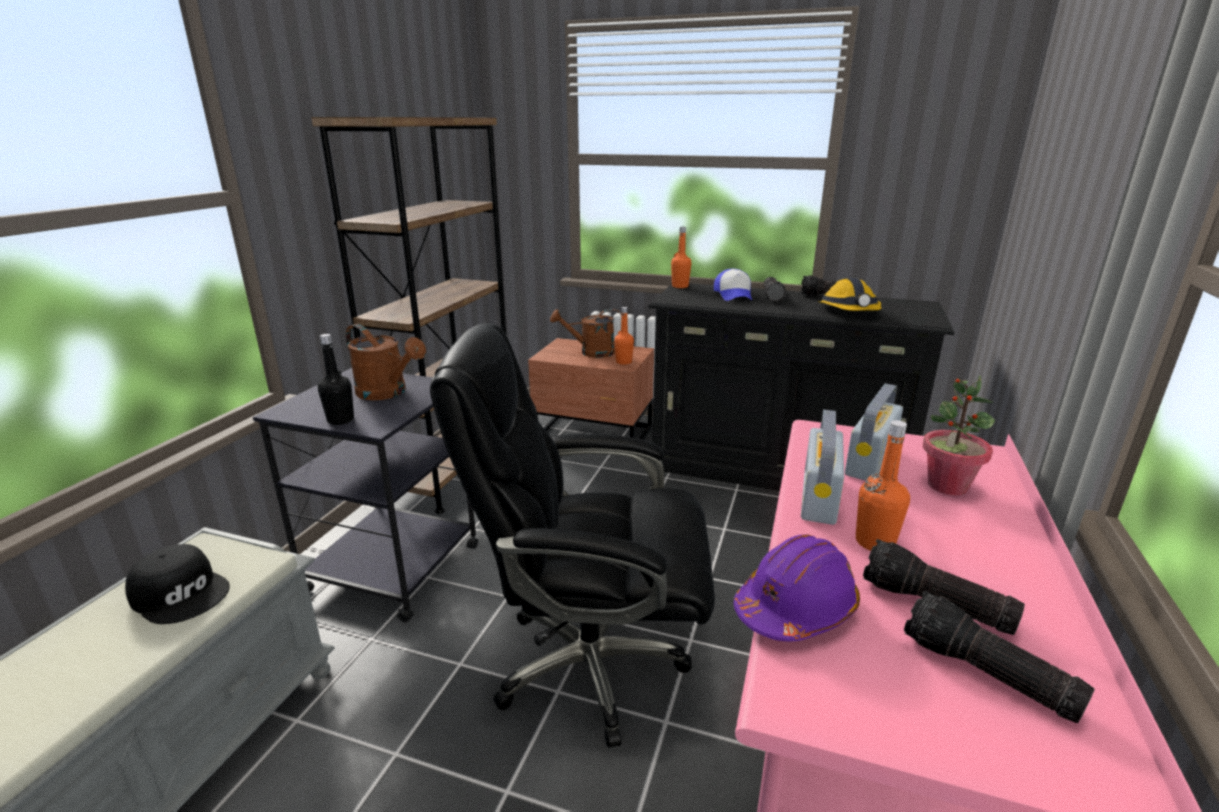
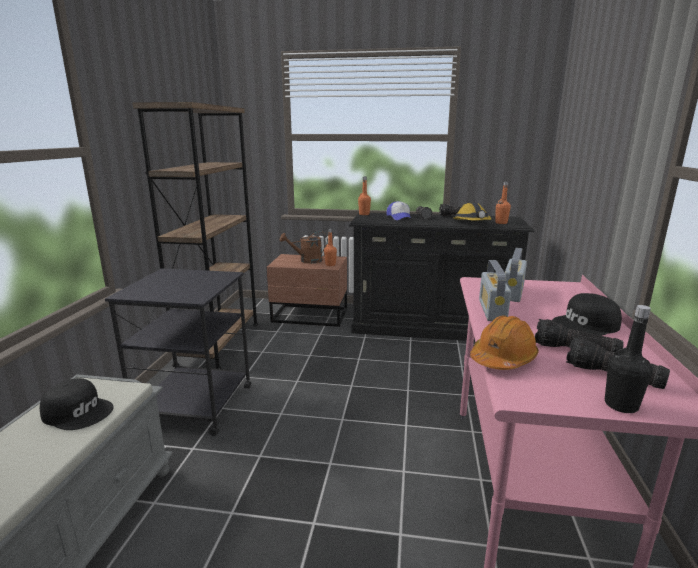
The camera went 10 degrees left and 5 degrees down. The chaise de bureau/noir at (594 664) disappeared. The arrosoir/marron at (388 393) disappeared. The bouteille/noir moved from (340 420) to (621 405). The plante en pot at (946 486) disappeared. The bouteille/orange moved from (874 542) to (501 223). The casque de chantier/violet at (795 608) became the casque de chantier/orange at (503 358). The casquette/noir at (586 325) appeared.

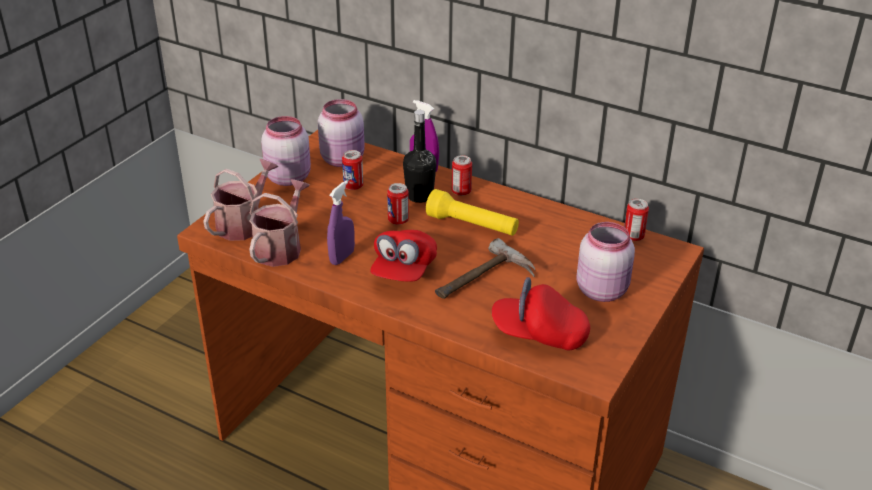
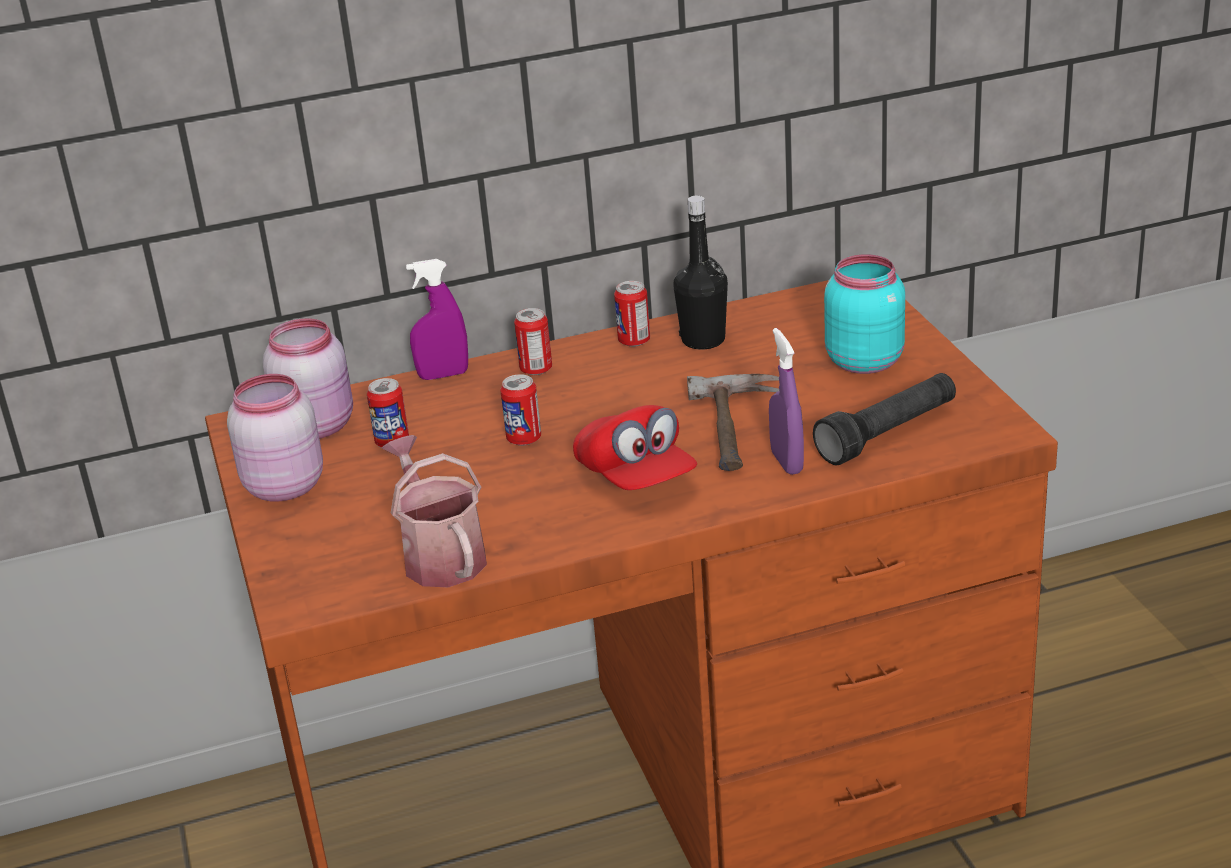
The camera went 45 degrees left and 5 degrees down. The bouteille/noir moved from (419 196) to (703 340). The arrosoir at (243 223) disappeared. The vaporisateur/violet moved from (342 257) to (786 462). The lampe de poche/jaune at (472 226) disappeared. The boîte métallique moved from (633 236) to (634 341). The bocal/rose at (602 290) became the bocal/turquoise at (863 360). The casquette/rouge at (539 334) was replaced by the lampe de poche/noir at (888 434).

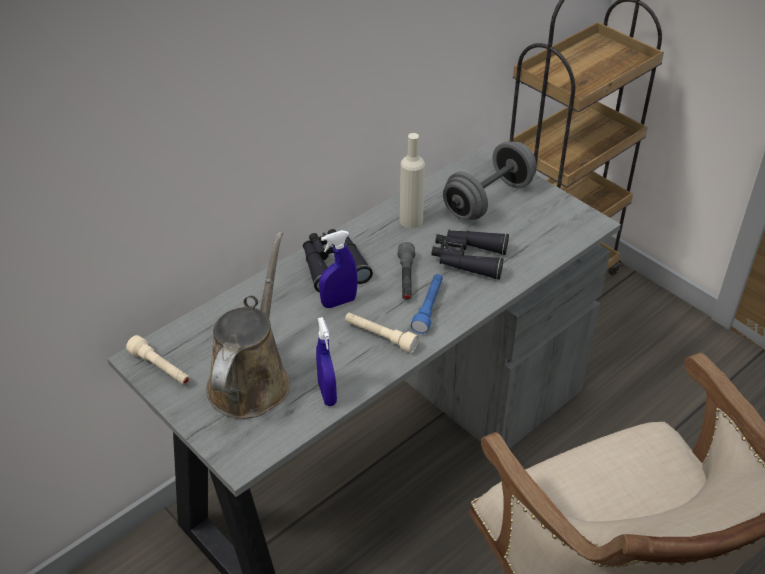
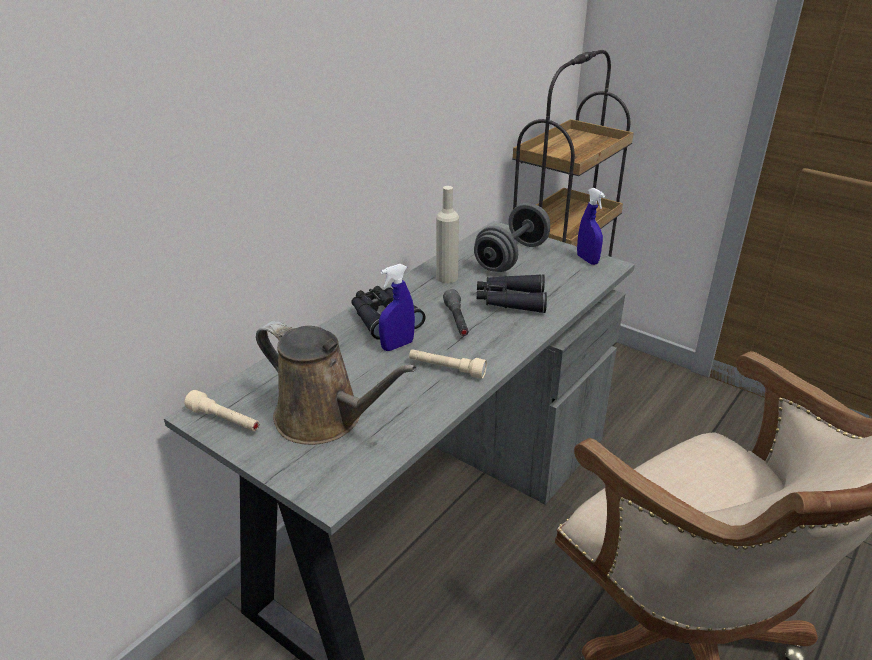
The camera went 10 degrees left and 10 degrees down. The arrosoir/marron at (251 379) turned 120 degrees clockwise. The lampe de poche/bleu at (428 308) disappeared. The vaporisateur/bleu moved from (327 393) to (587 260).

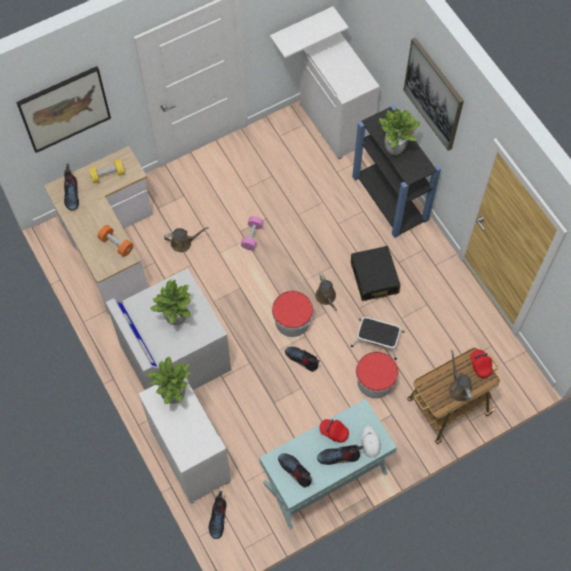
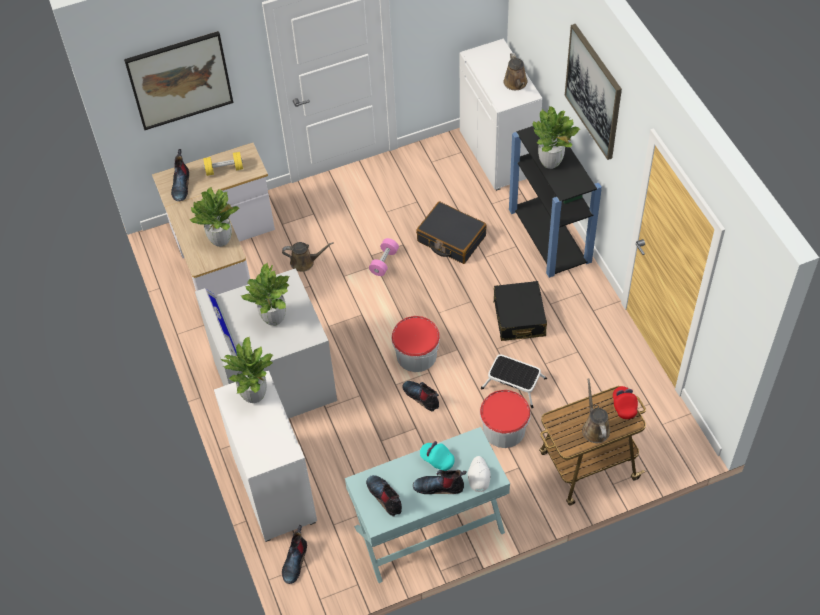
The camera went 10 degrees right and 10 degrees down. The étagère/blanc at (301 28) disappeared. The haltère/orange at (116 244) was replaced by the plante en pot at (221 240). The arrosoir/marron moved from (326 297) to (516 83). The casquette/rouge at (334 432) became the casquette/turquoise at (437 459). The valise/noir at (451 239) appeared.

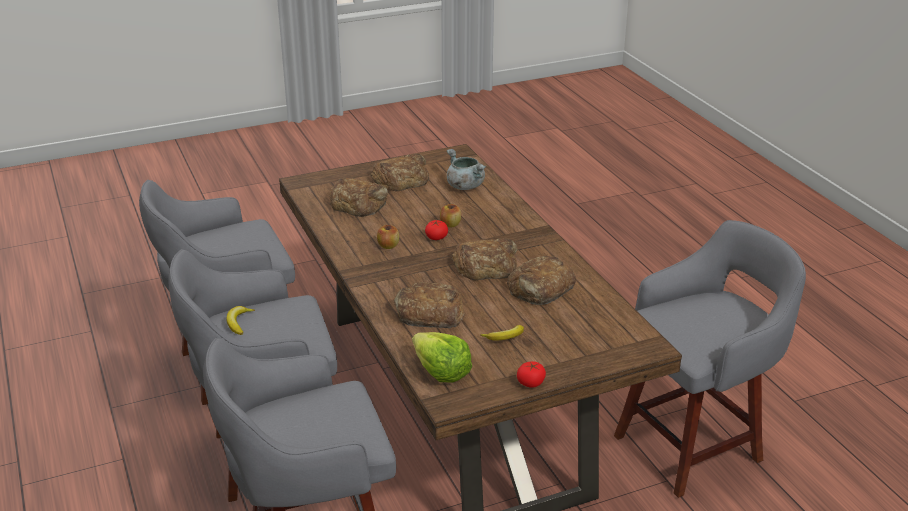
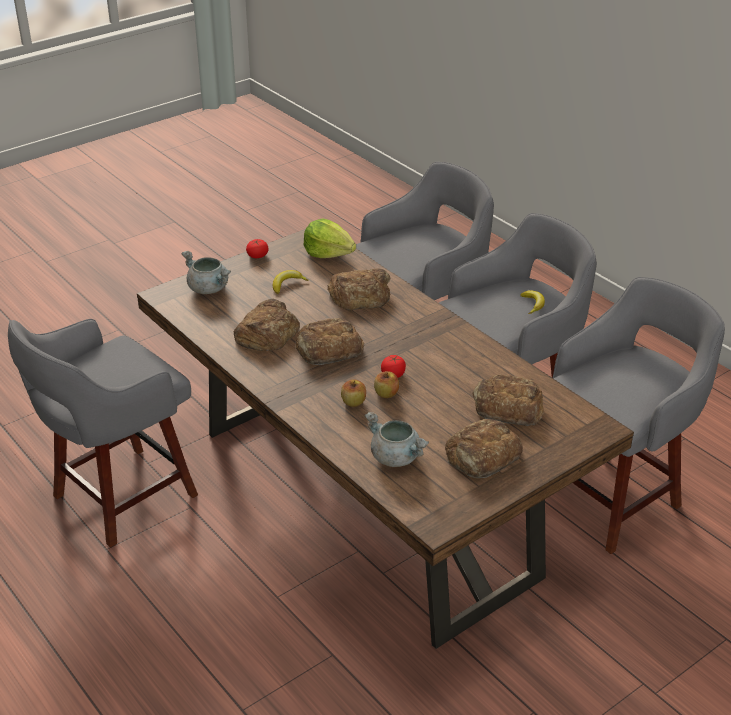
The camera went 165 degrees right and 5 degrees up. The pomme moved from (388 246) to (353 402). The marmite/gris at (209 289) appeared.

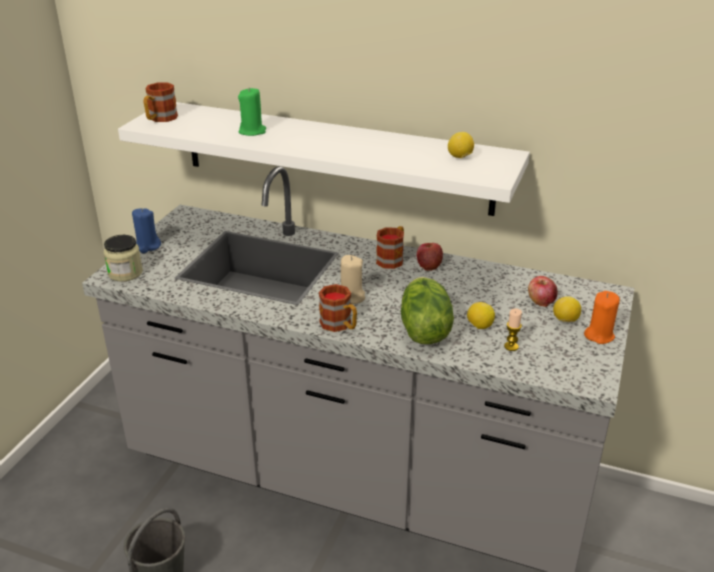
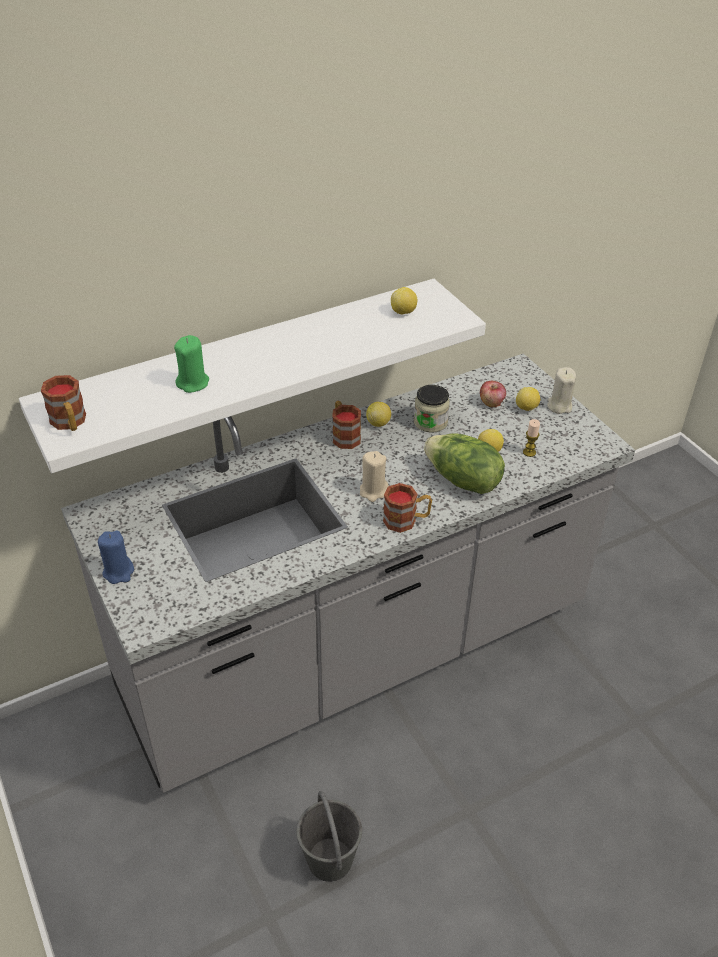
The camera went 50 degrees left and 10 degrees up. The bocal moved from (125 273) to (430 422). The pomme at (428 265) was replaced by the citron at (378 423). The bougie/orange at (599 335) became the bougie/beige at (559 406).

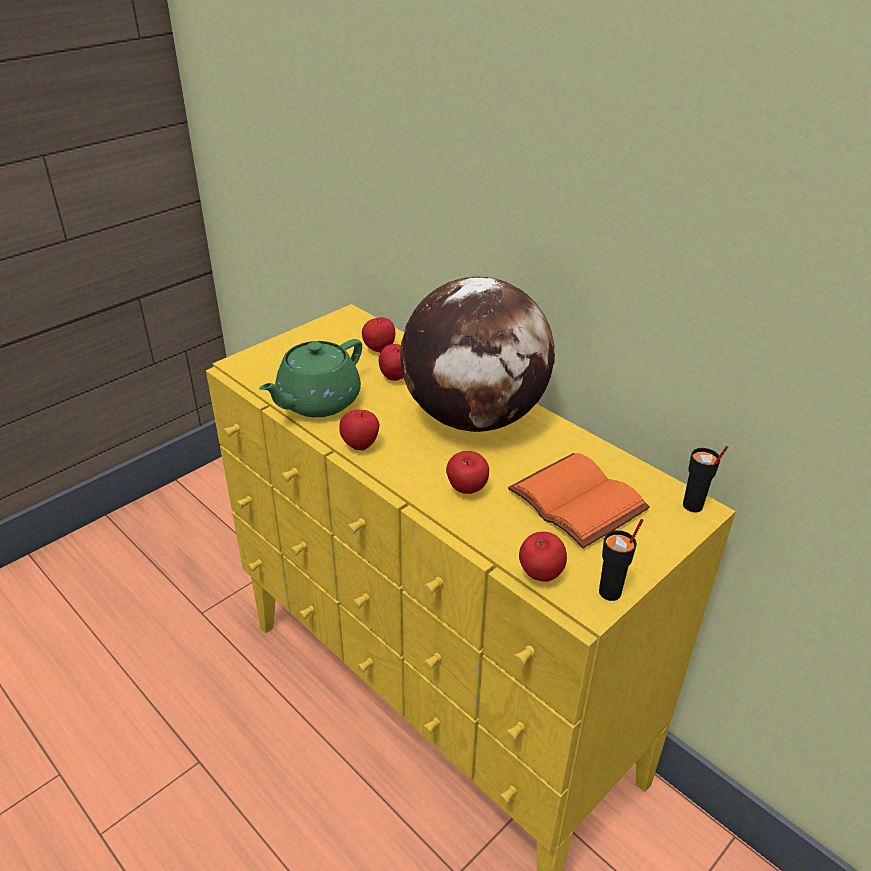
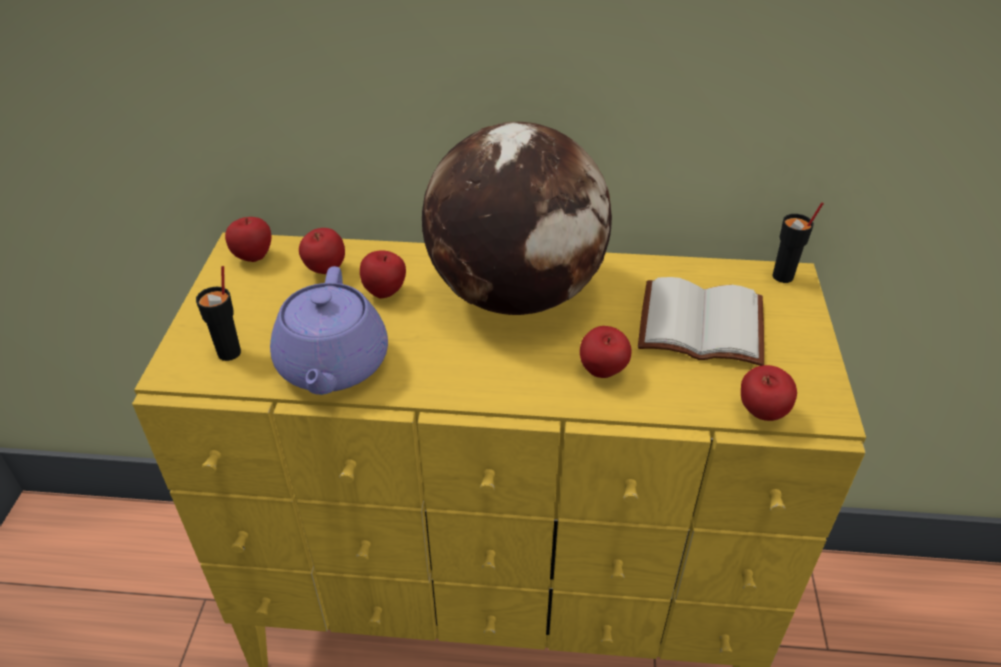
The camera went 40 degrees left and 5 degrees up. The théière/vert at (317 402) became the théière/violet at (332 366). The pomme moved from (360 446) to (253 257). The livre/orange at (573 501) became the livre/blanc at (698 327). The tasse/noir moved from (611 592) to (230 352).

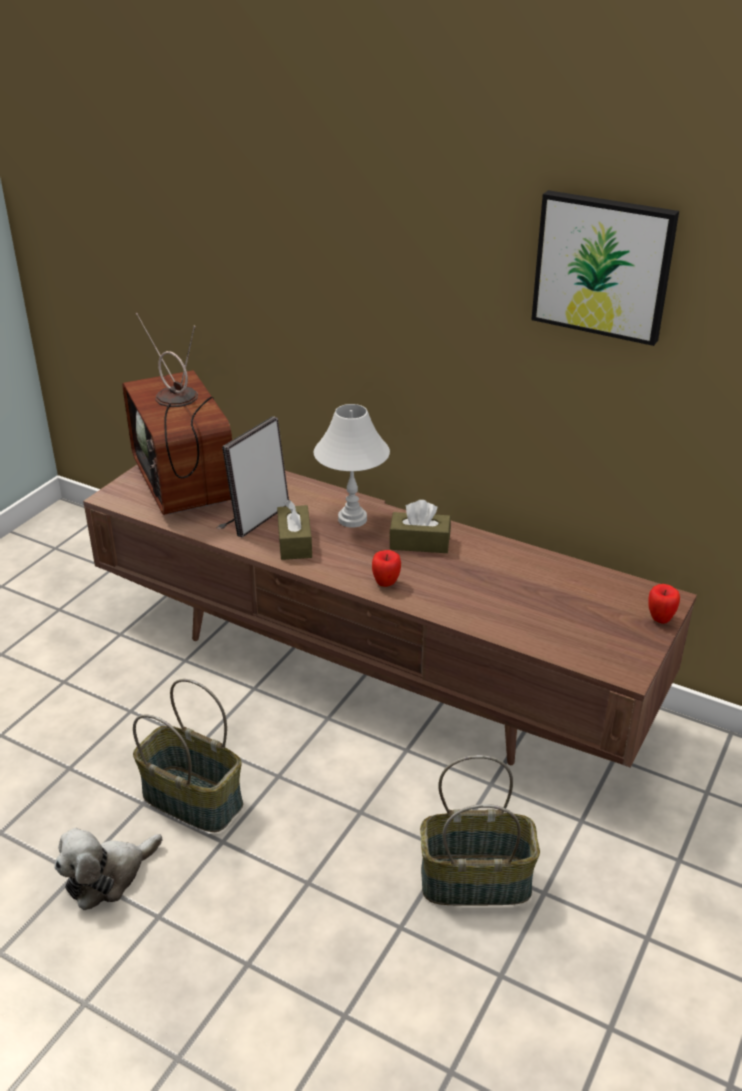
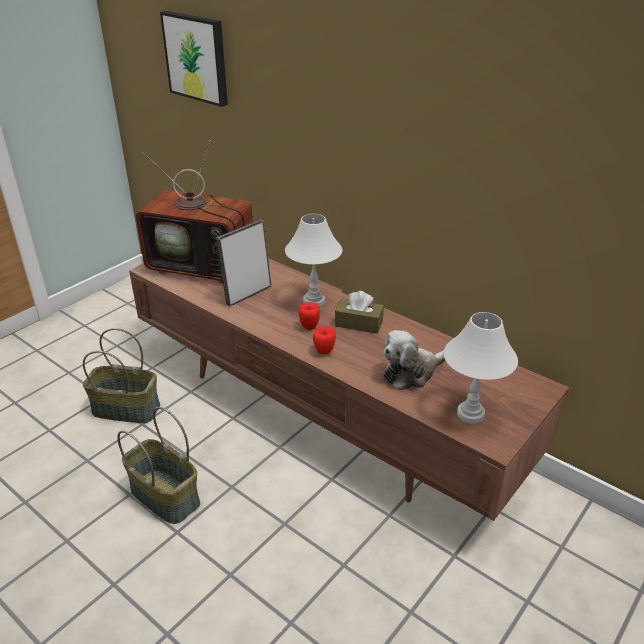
The camera went 10 degrees right and 0 degrees up. The tableau moved from (603 266) to (197 57). The téléviseur at (190 486) turned 60 degrees counterclockwise. The boîte à mouchoirs/marron at (295 542) disappeared. The pomme moved from (660 619) to (309 327). The panier moved from (476 879) to (127 408). The peluche moved from (108 876) to (412 372). The lampe de table/blanc at (471 414) appeared.

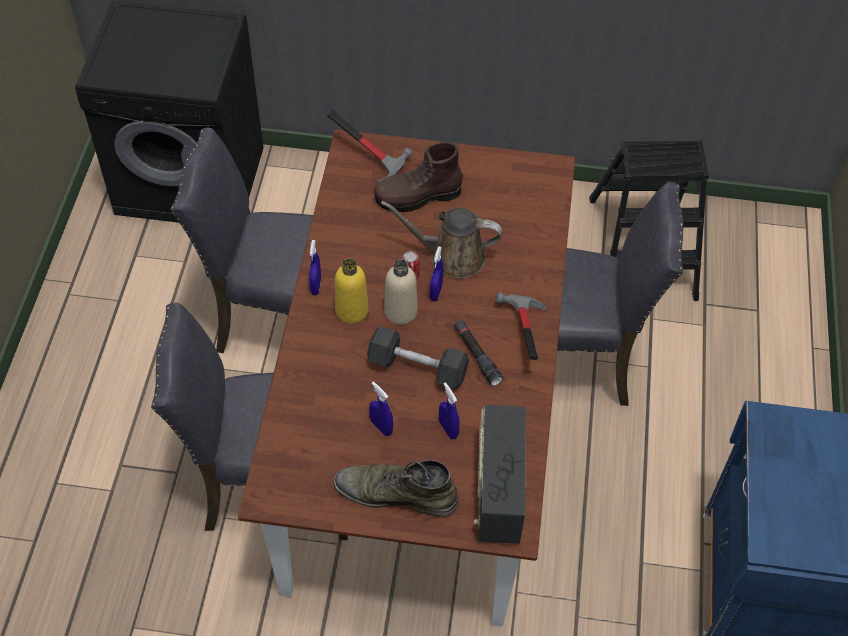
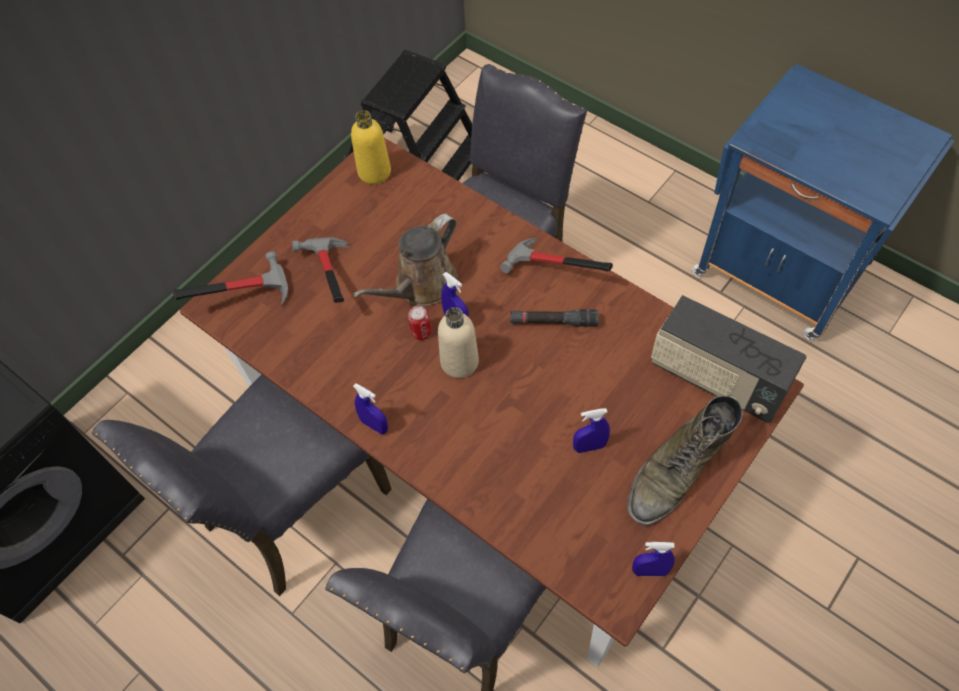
The camera went 55 degrees left and 5 degrees up. The botte/marron at (418 197) was replaced by the marteau at (327 278). The bouteille/jaune moved from (351 310) to (374 172). The haltère/gris at (417 367) disappeared. The vaporisateur/bleu moved from (448 429) to (649 571).

